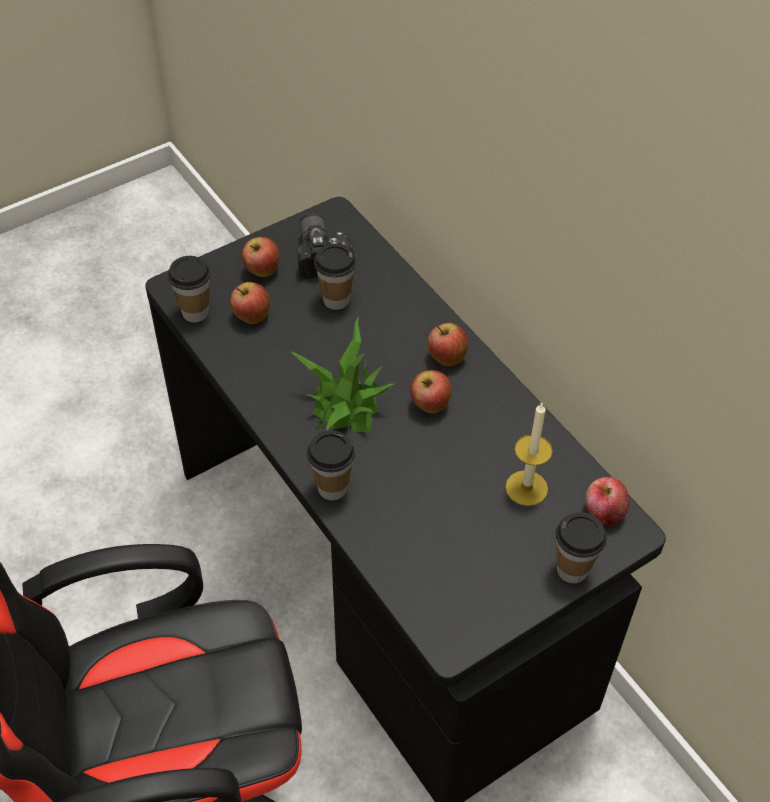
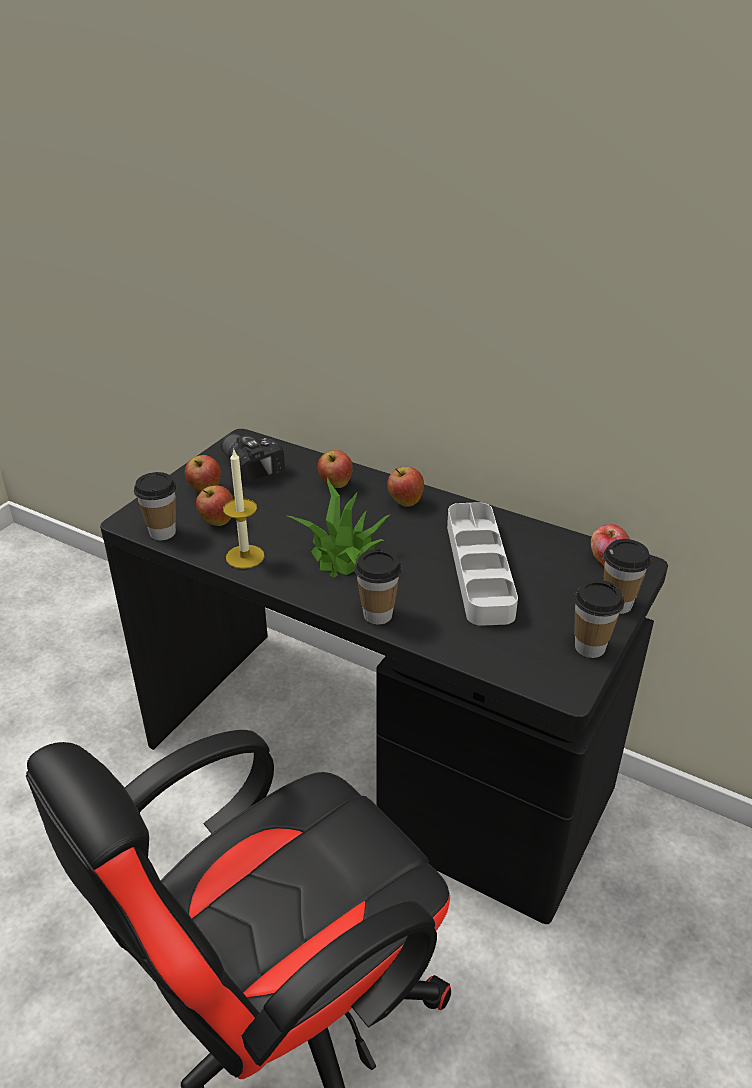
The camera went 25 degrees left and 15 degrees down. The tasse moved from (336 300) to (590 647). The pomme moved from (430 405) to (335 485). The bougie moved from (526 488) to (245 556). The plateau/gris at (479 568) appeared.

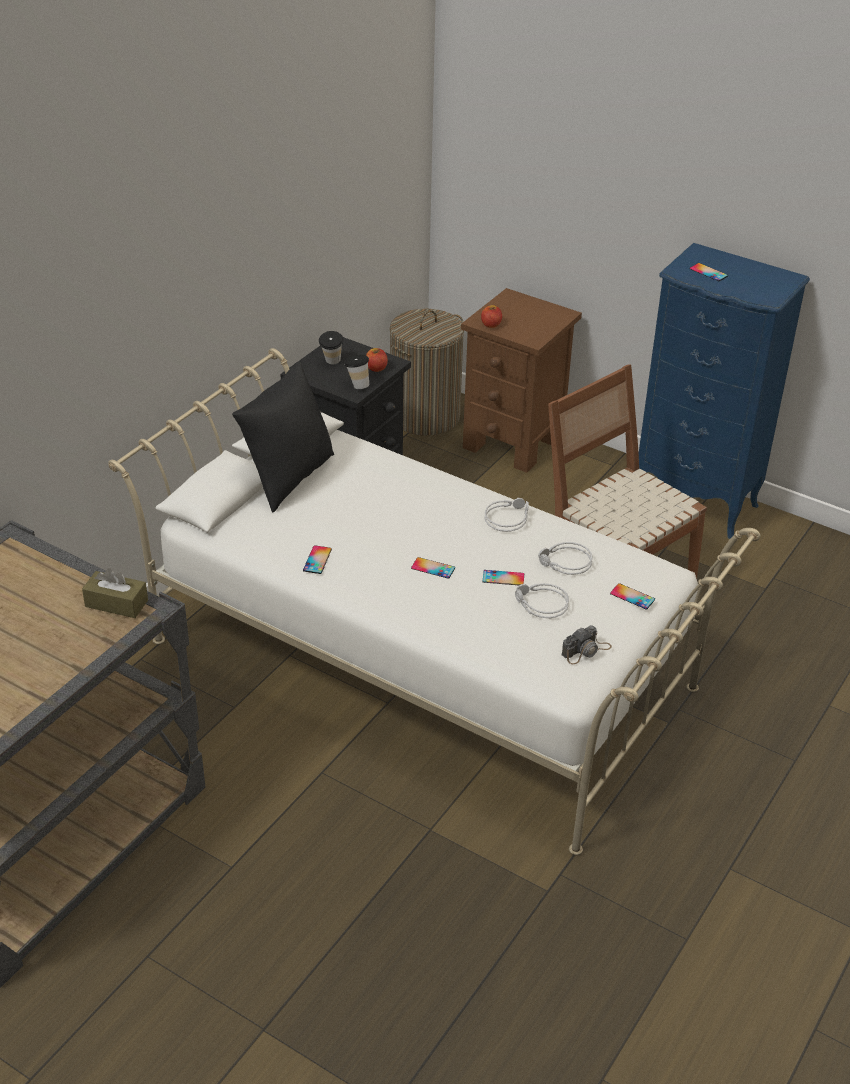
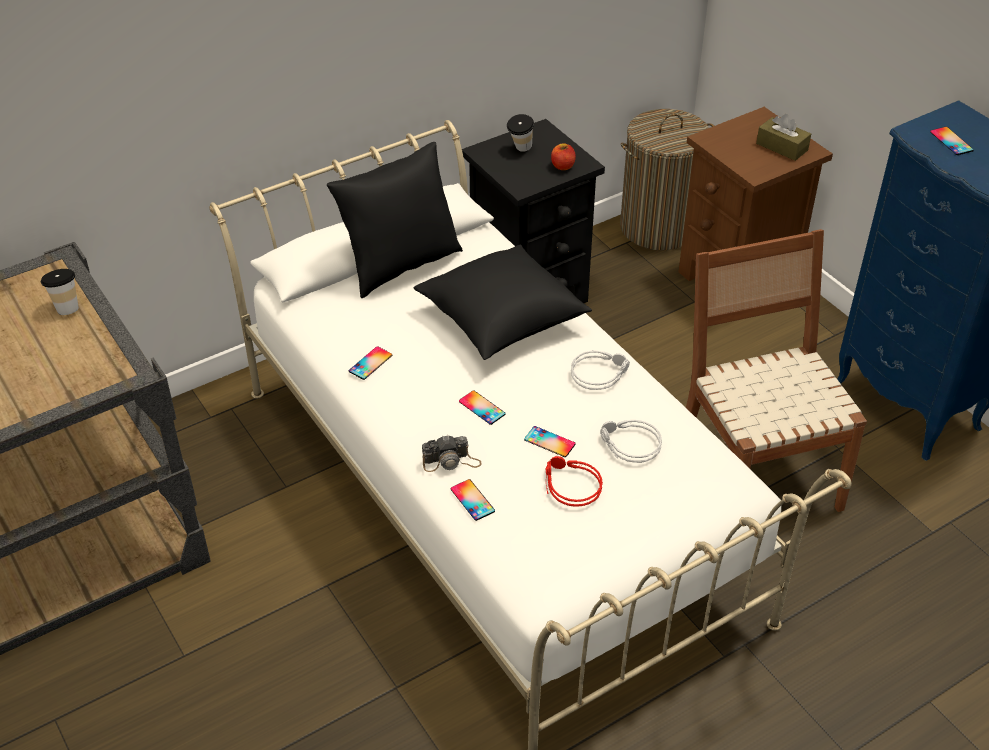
The camera went 25 degrees right and 5 degrees up. The pomme at (491 325) disappeared. The tasse moved from (357 385) to (66 307). The boîte à mouchoirs/marron moved from (116 603) to (782 147). The casque audio/gris at (540 605) became the casque audio/rouge at (569 486). The téléphone moved from (632 596) to (472 500). The appareil photo moved from (586 650) to (451 461). The coussin/noir at (502 321) appeared.

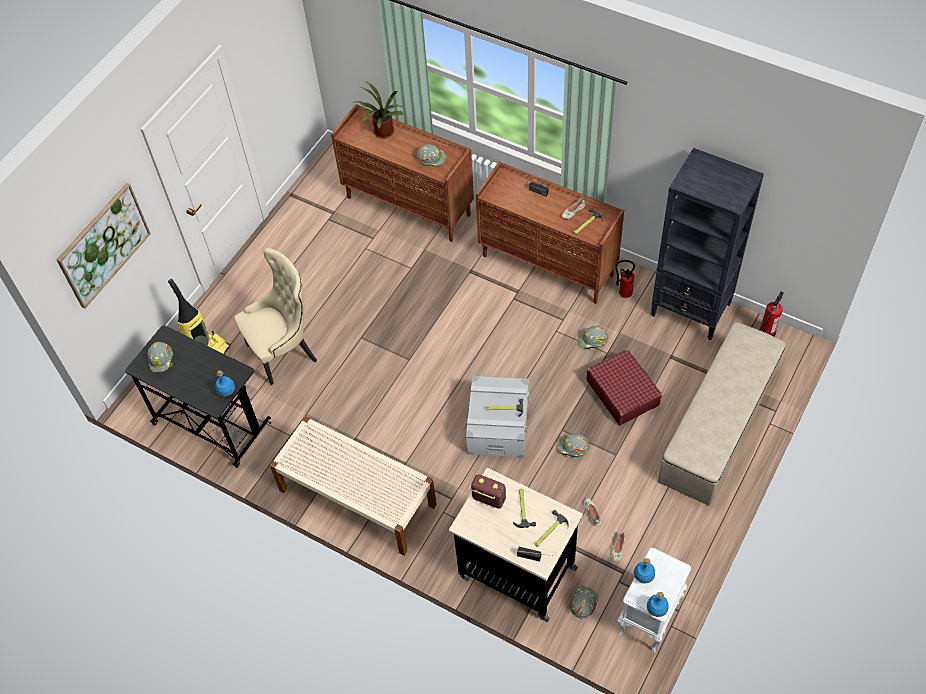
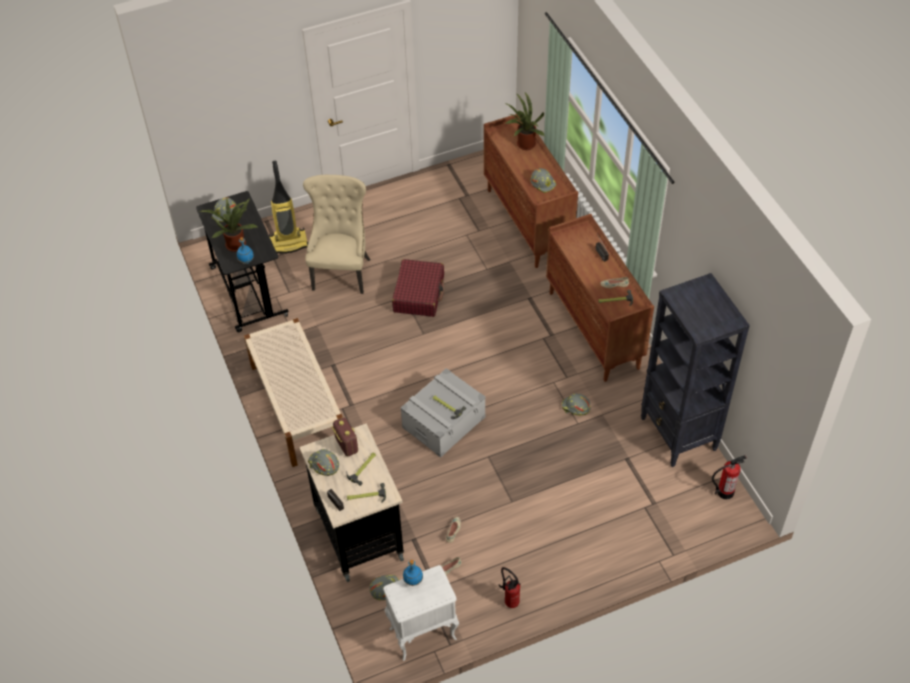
The camera went 35 degrees right and 5 degrees down. The tableau at (103 245) disappeared. The chaise/beige at (283 351) turned 90 degrees counterclockwise. The extincteur moved from (623 293) to (510 600). The banc/beige at (719 425) disappeared. The valise/rouge moved from (622 392) to (419 294). The casque de chantier/gris moved from (573 448) to (323 465). The bouteille/bleu at (656 610) disappeared. The plante en pot at (236 243) appeared.

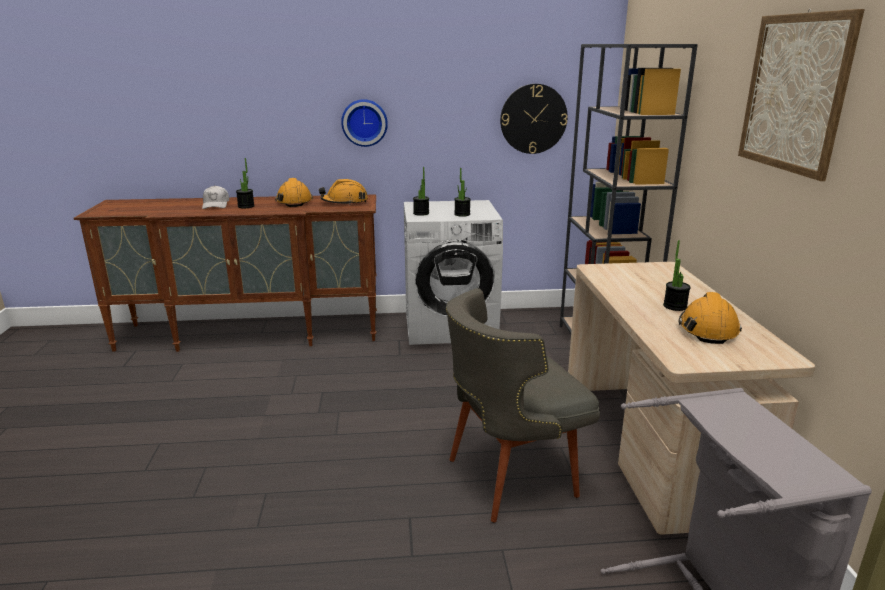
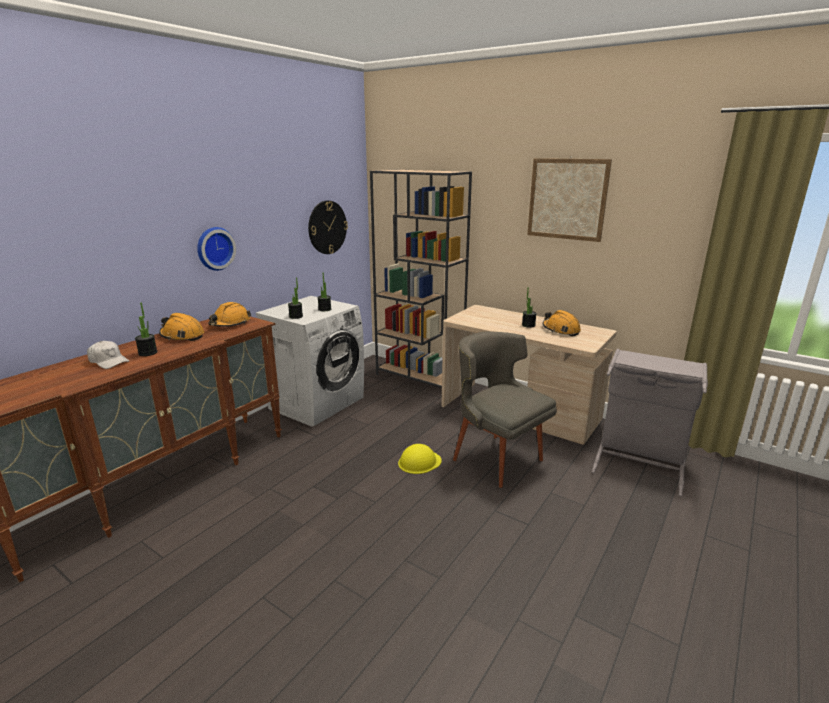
The camera went 50 degrees left and 0 degrees up. The chaise/gris at (512 478) turned 120 degrees clockwise. The casque de chantier/jaune at (419 462) appeared.

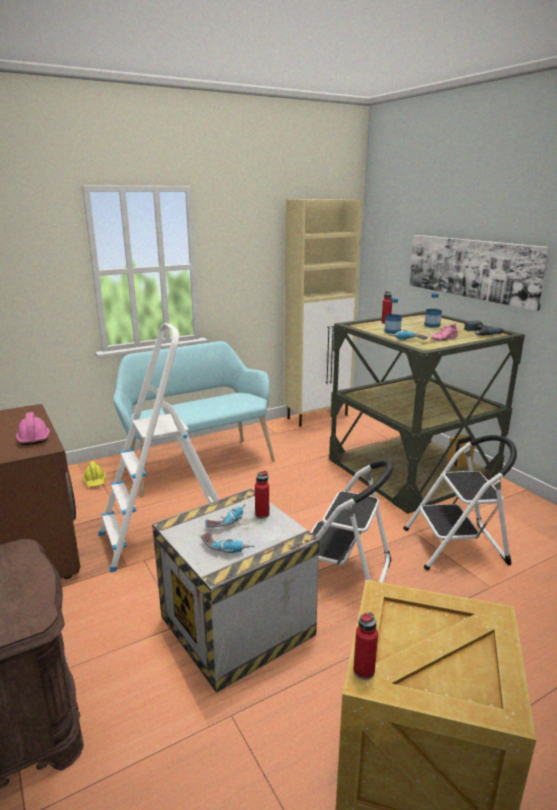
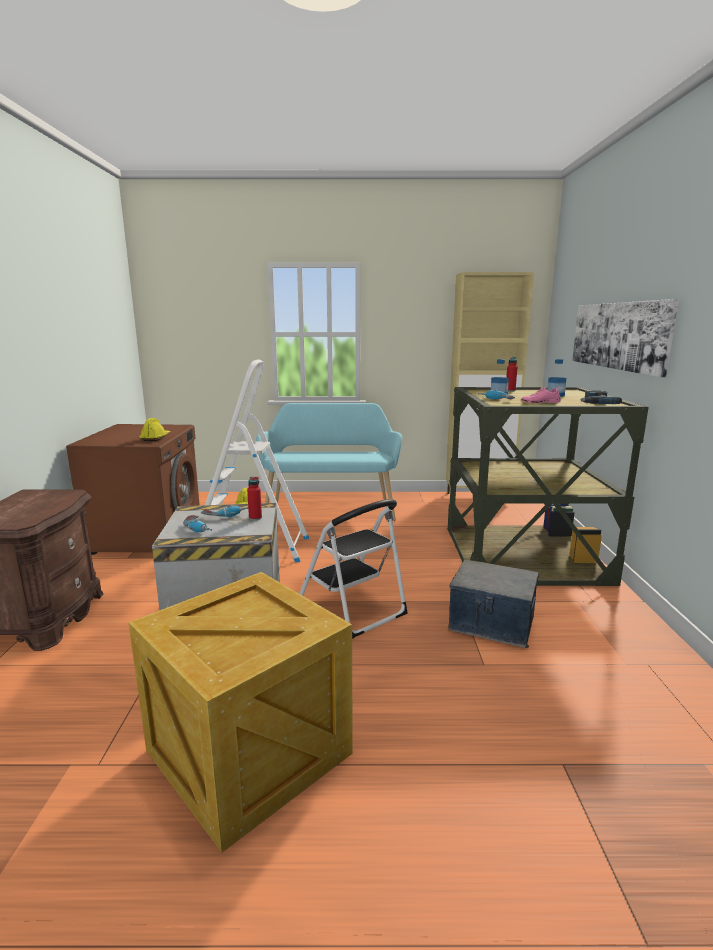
The camera went 30 degrees right and 5 degrees down. The casque de chantier/rose at (33 437) became the casque de chantier/jaune at (155 438). The escabeau at (458 546) was replaced by the boîte de rangement at (491 624). The bouteille/rouge at (364 671) disappeared.

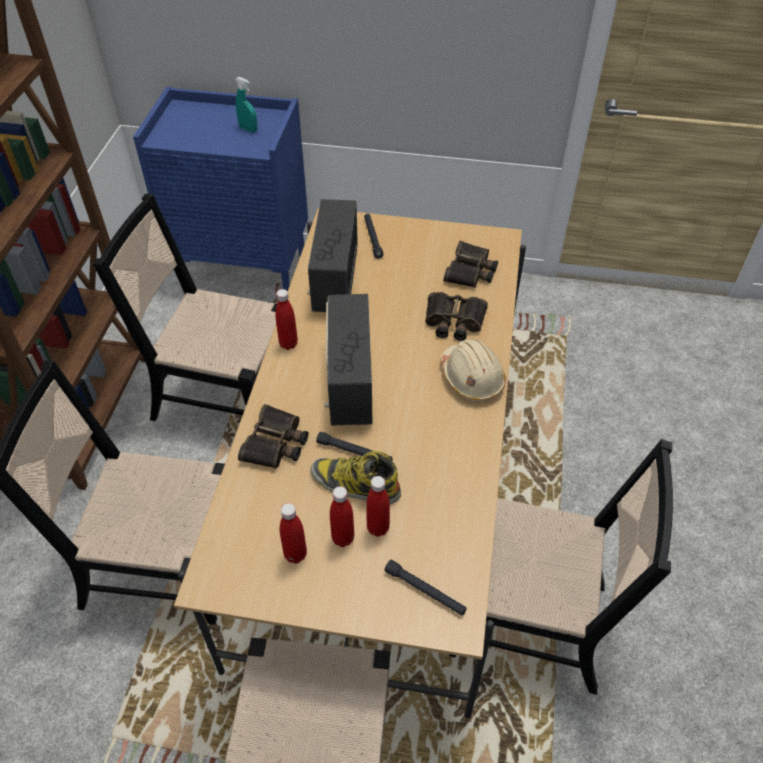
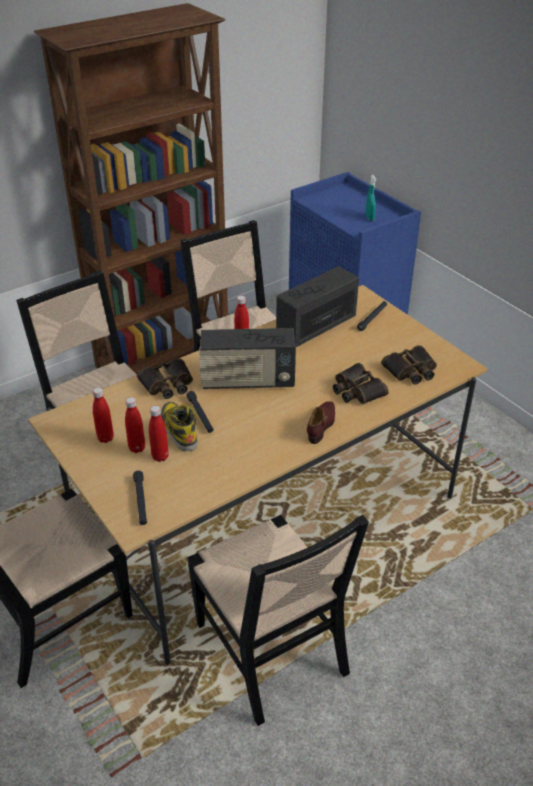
The camera went 45 degrees right and 10 degrees down. The radio at (349 381) turned 135 degrees counterclockwise. The casque de chantier/beige at (471 378) was replaced by the chaussure/marron at (322 425).

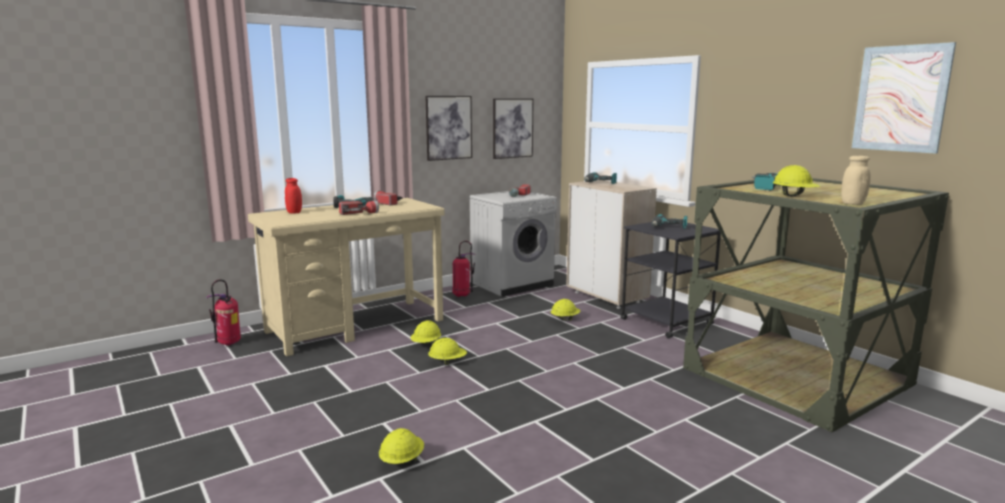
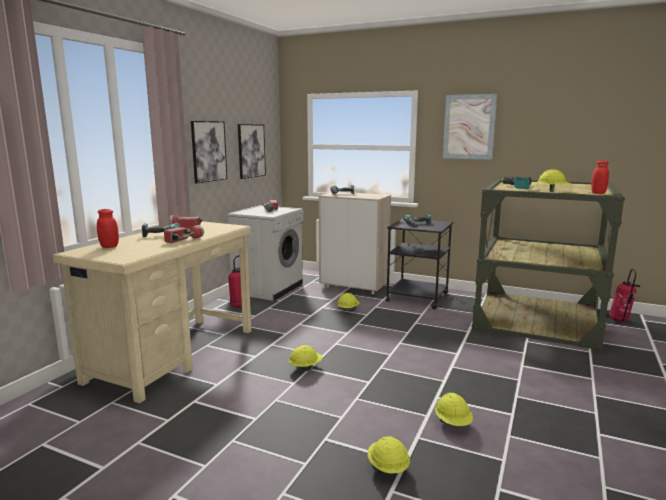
The camera went 30 degrees left and 0 degrees up. The tableau moved from (901 98) to (469 127). The bocal/beige at (852 203) became the bocal/rouge at (598 193). The extincteur moved from (228 344) to (620 321). The casque de chantier/jaune moved from (426 344) to (453 423).

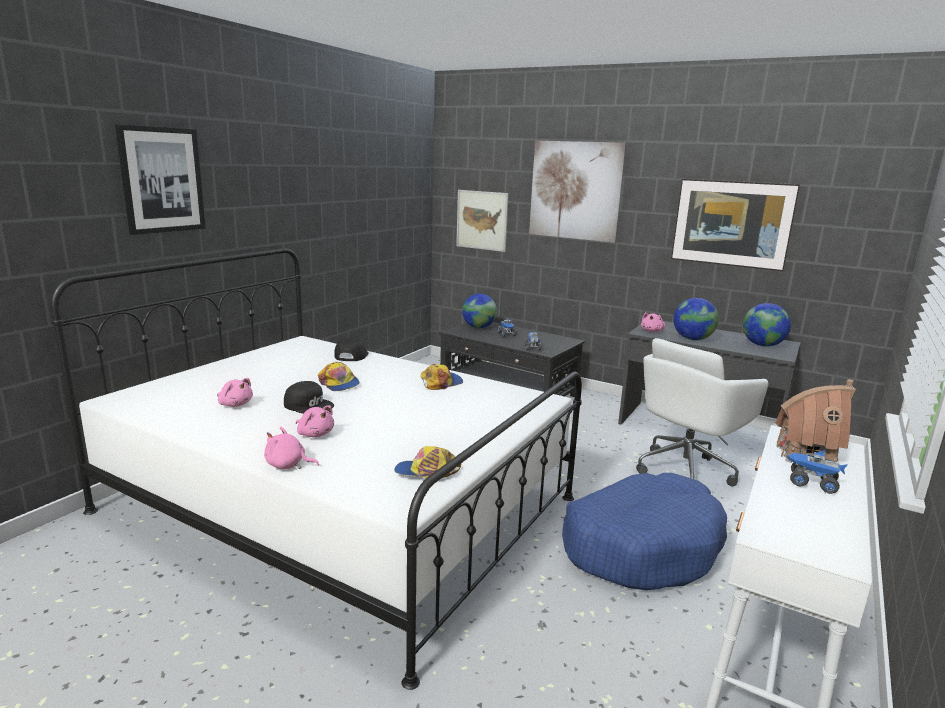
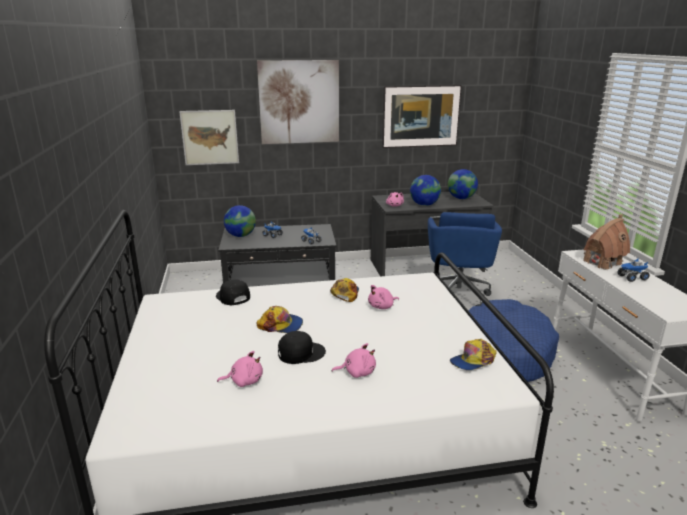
The camera went 40 degrees left and 5 degrees up. The tableau at (162 180) disappeared. The chaise de bureau/blanc at (686 470) became the chaise de bureau/bleu at (457 295). The peluche/rose moved from (288 465) to (382 306).

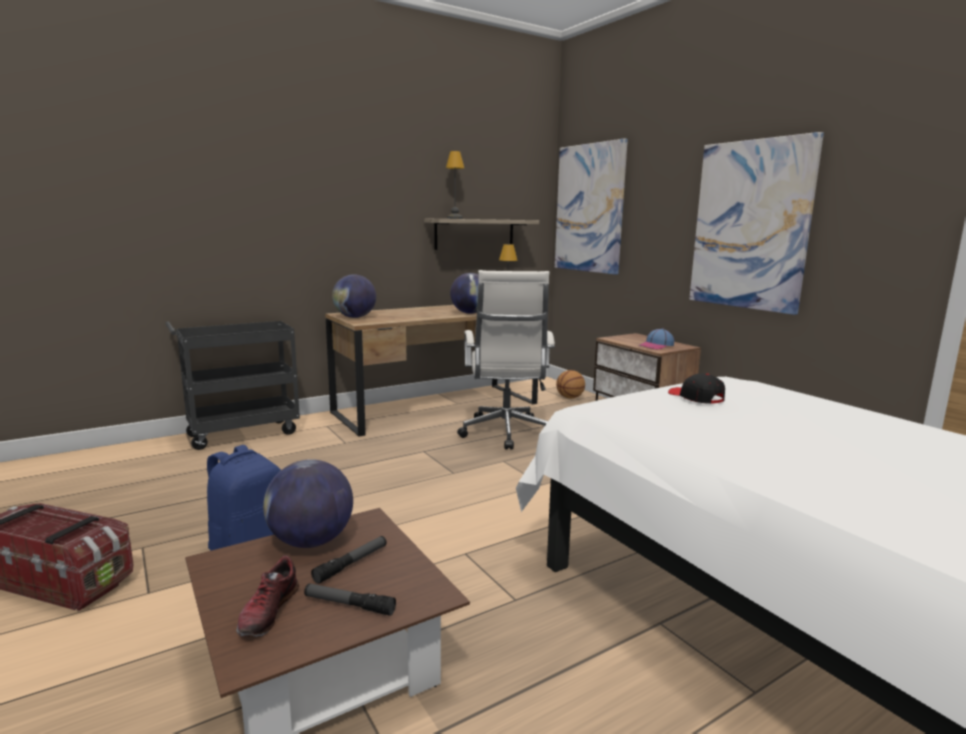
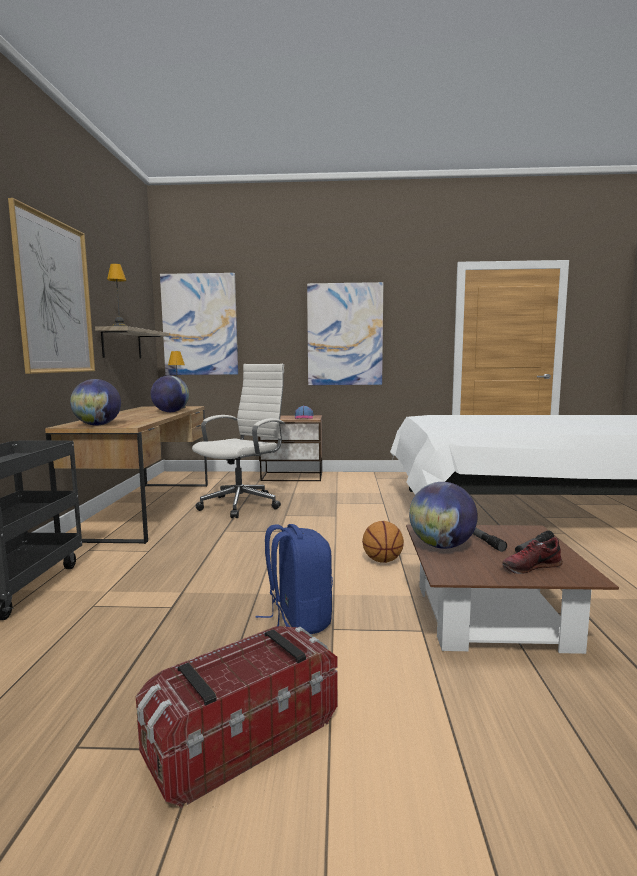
The camera went 55 degrees left and 5 degrees down. The chaise de bureau/blanc at (506 434) turned 90 degrees counterclockwise. The ballon de basket moved from (569 398) to (382 560). The casquette/noir at (695 398) disappeared. The chaussure at (267 611) turned 120 degrees clockwise. The tableau at (55 296) appeared.

